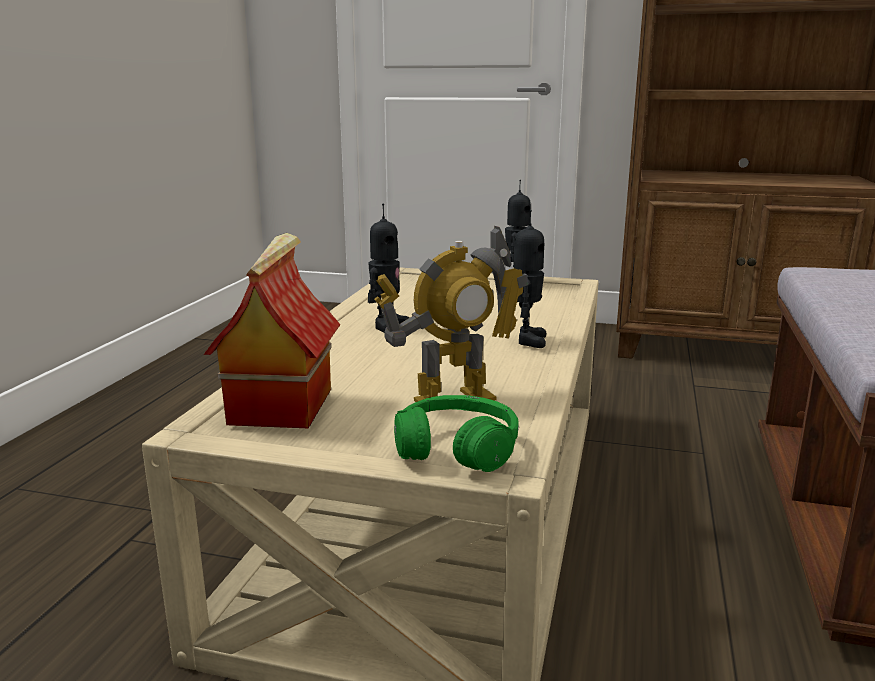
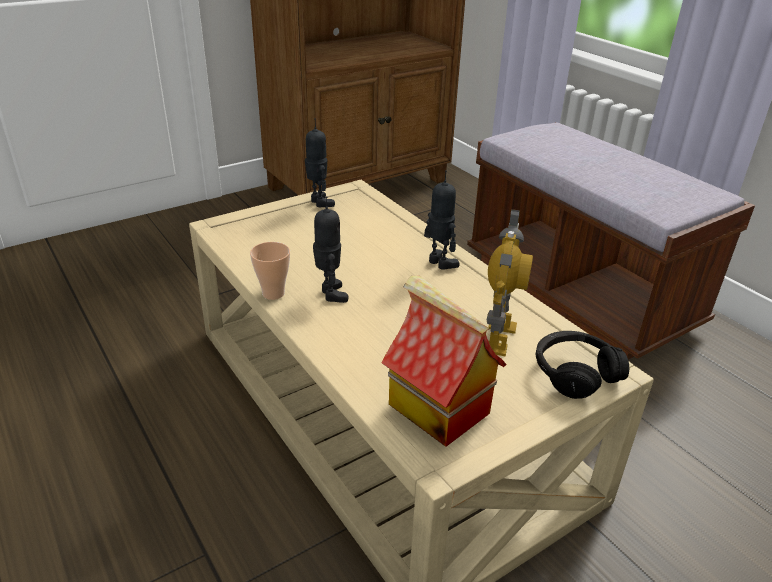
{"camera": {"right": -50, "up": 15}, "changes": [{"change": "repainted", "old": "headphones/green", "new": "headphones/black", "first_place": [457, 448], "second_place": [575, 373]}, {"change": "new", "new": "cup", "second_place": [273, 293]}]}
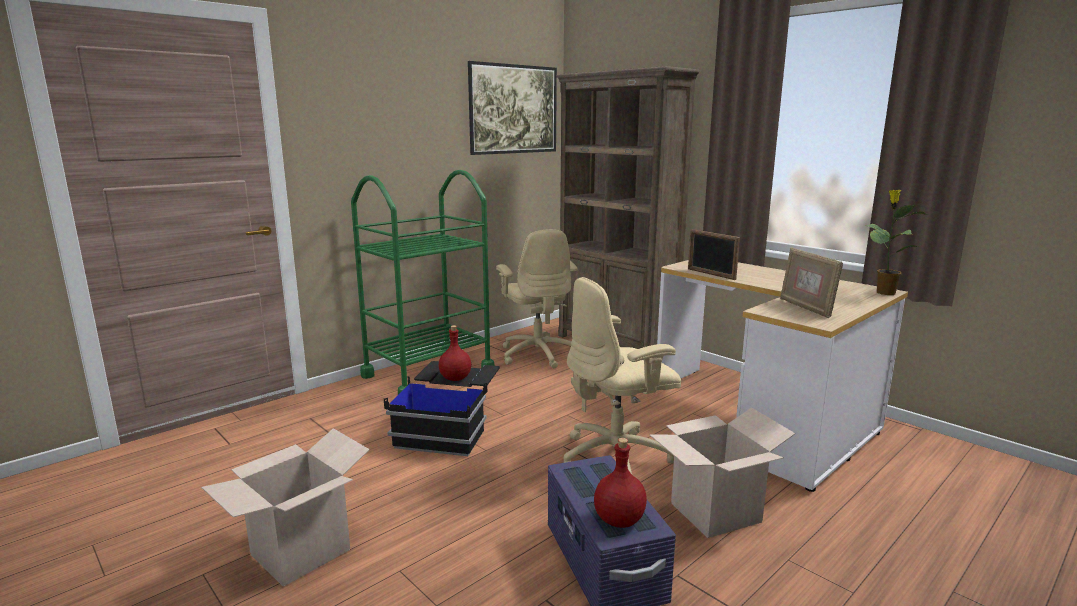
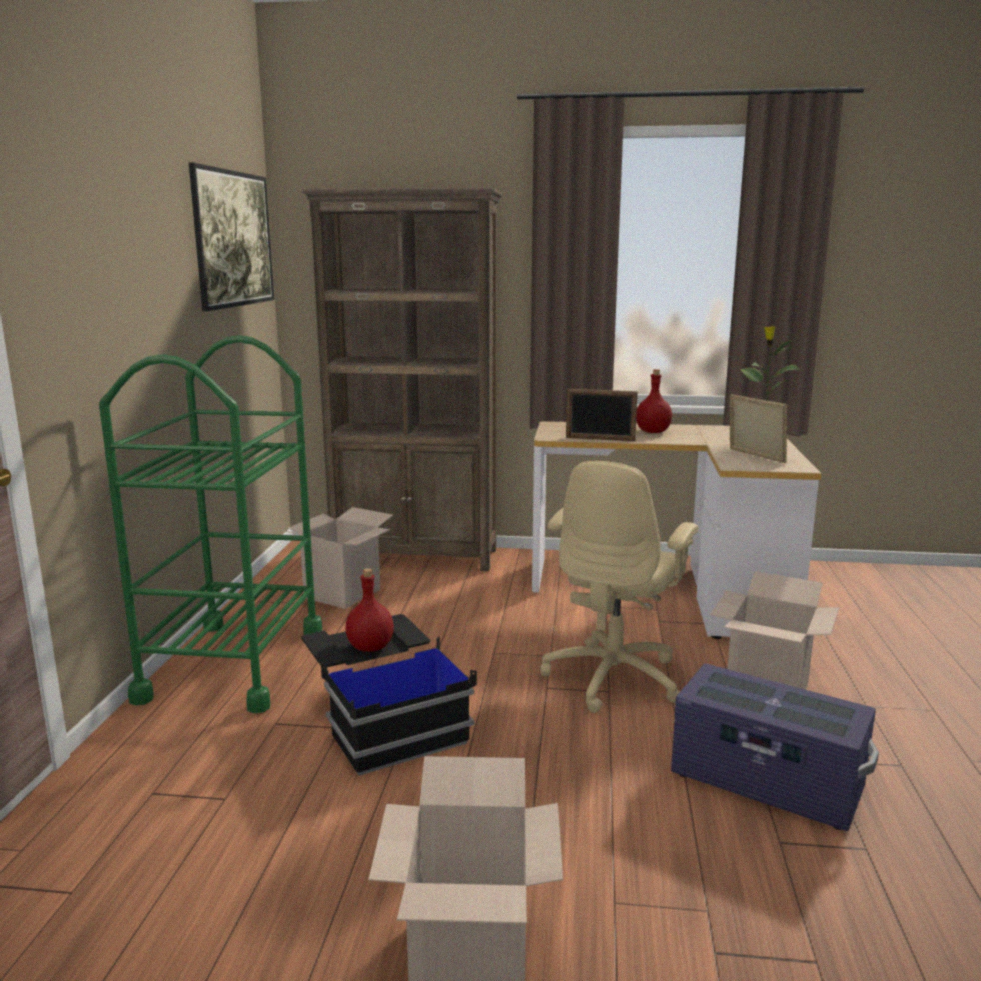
{"camera": {"right": -40, "up": 0}, "changes": [{"change": "swapped", "old": "office chair/beige", "new": "cardboard box", "first_place": [537, 354], "second_place": [342, 593]}, {"change": "rotated", "old": "picture frame", "first_place": [806, 308], "second_place": [755, 456], "degrees": -150}, {"change": "shifted", "old": "bottle/red", "first_place": [620, 521], "second_place": [653, 432]}]}
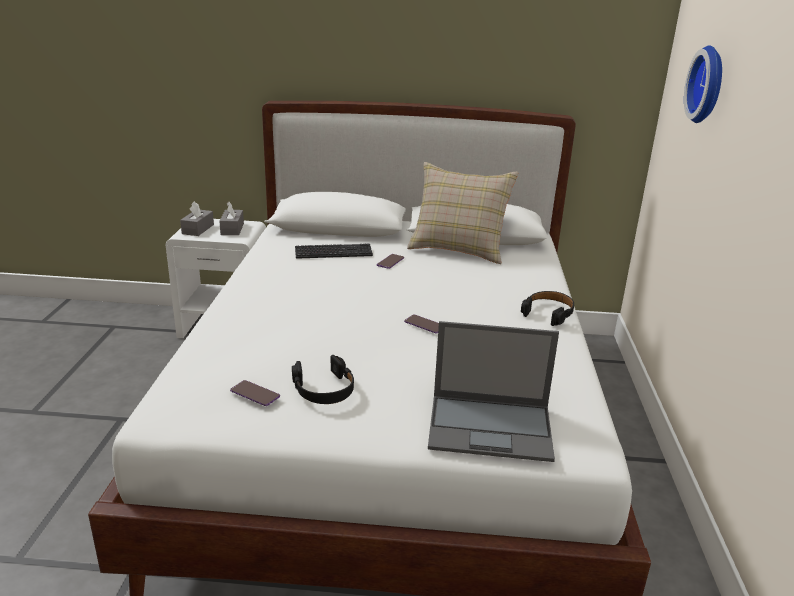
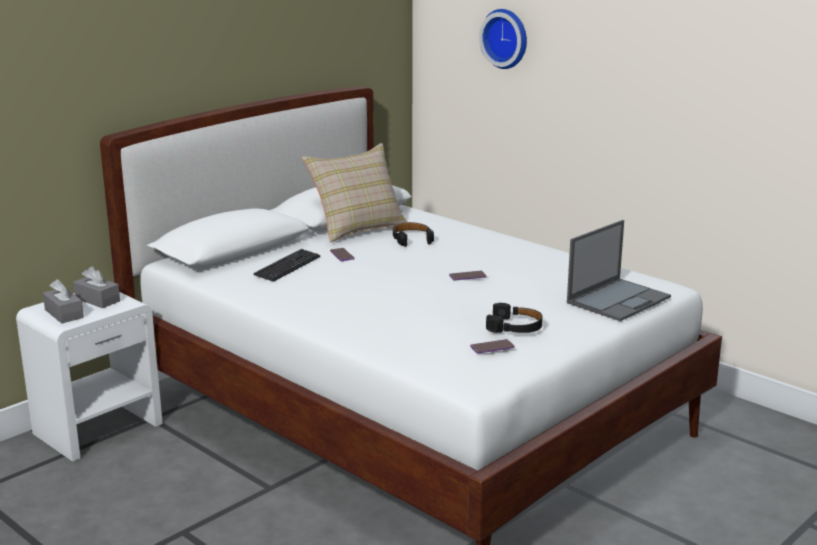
{"camera": {"right": -50, "up": -5}, "changes": [{"change": "shifted", "old": "headphones/black", "first_place": [548, 313], "second_place": [412, 239]}]}
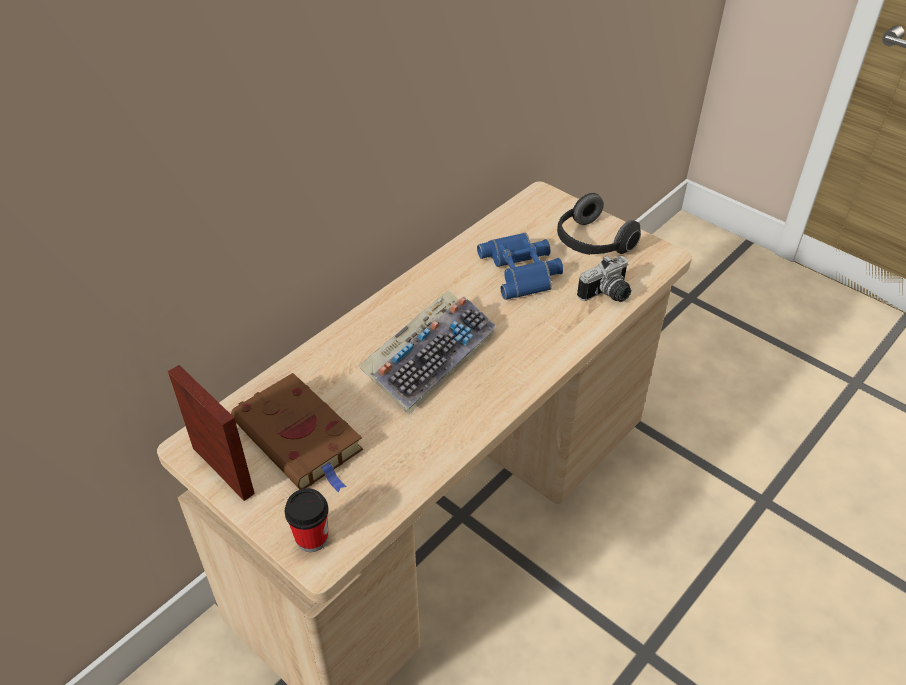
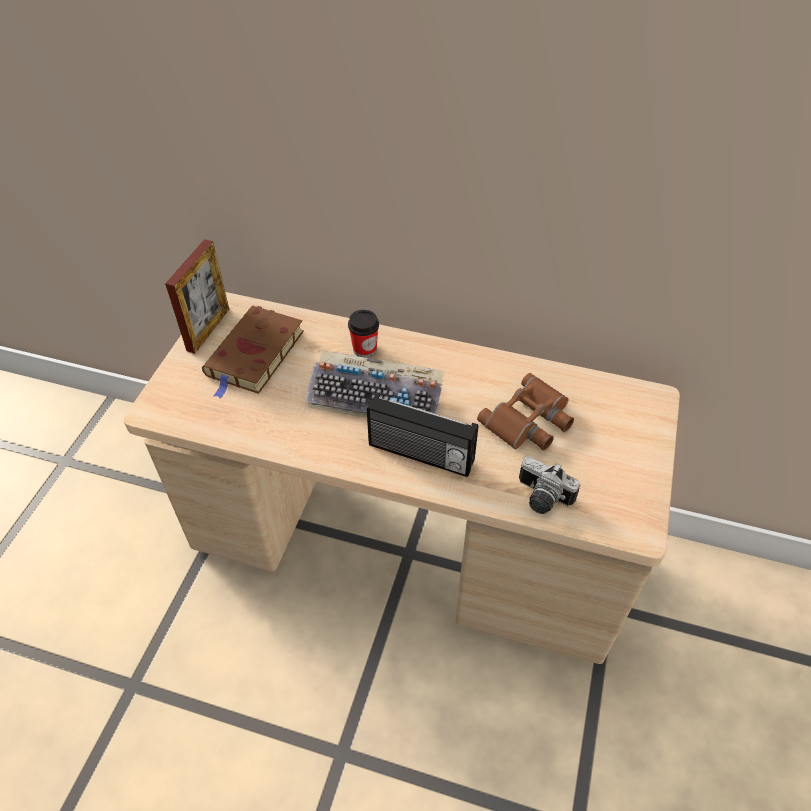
{"camera": {"right": 65, "up": 5}, "changes": [{"change": "gone", "old": "headphones", "first_place": [591, 243]}, {"change": "repainted", "old": "binoculars/blue", "new": "binoculars/brown", "first_place": [522, 270], "second_place": [529, 421]}, {"change": "shifted", "old": "cup", "first_place": [312, 538], "second_place": [365, 349]}, {"change": "new", "new": "radio", "second_place": [420, 455]}]}
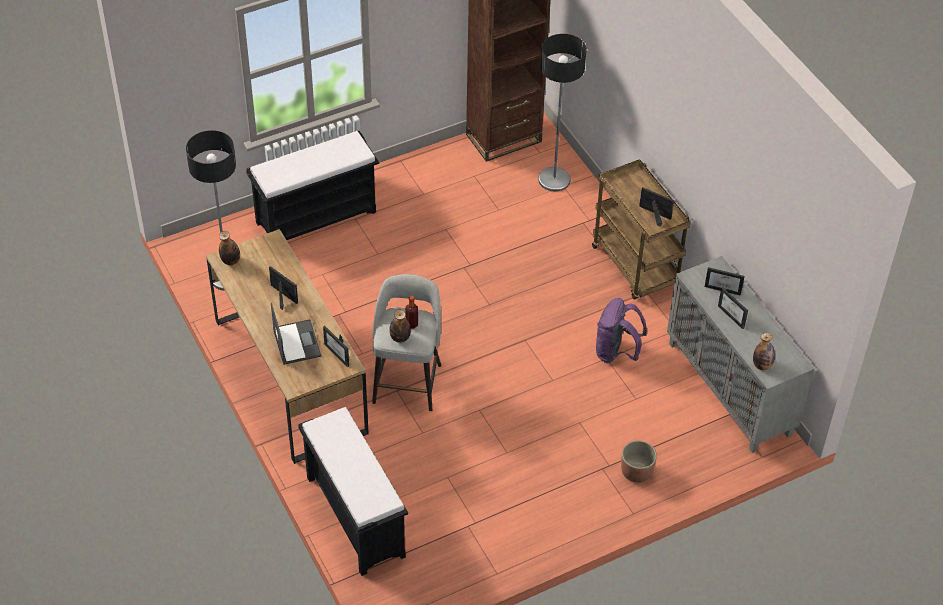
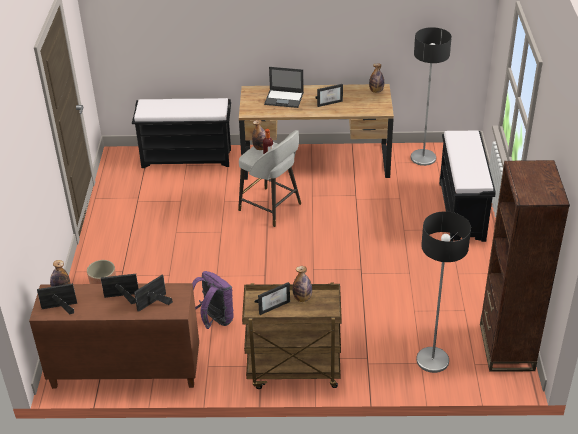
{"camera": {"right": 120, "up": -10}, "changes": [{"change": "repainted", "old": "cabinet/grey", "new": "cabinet/brown", "first_place": [730, 389], "second_place": [124, 372]}, {"change": "shifted", "old": "picture frame", "first_place": [340, 354], "second_place": [58, 308]}, {"change": "new", "new": "bottle", "second_place": [302, 298]}]}
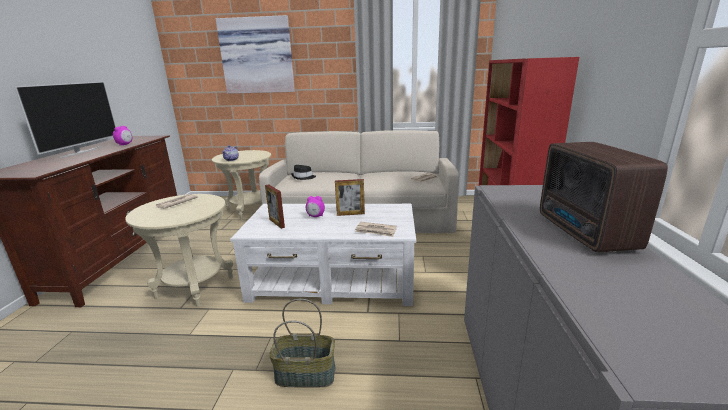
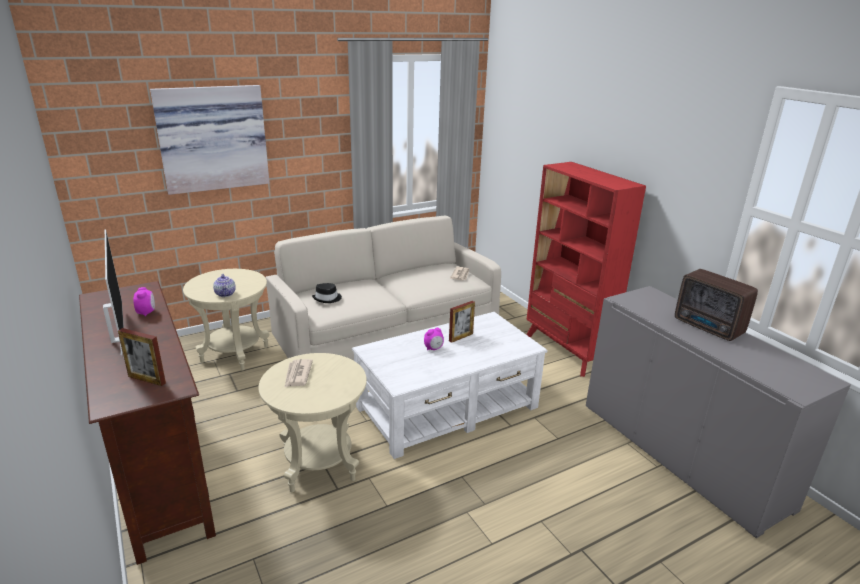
{"camera": {"right": -35, "up": 5}, "changes": [{"change": "shifted", "old": "picture frame", "first_place": [276, 223], "second_place": [147, 379]}, {"change": "gone", "old": "newspaper", "first_place": [376, 231]}, {"change": "gone", "old": "basket", "first_place": [306, 374]}]}
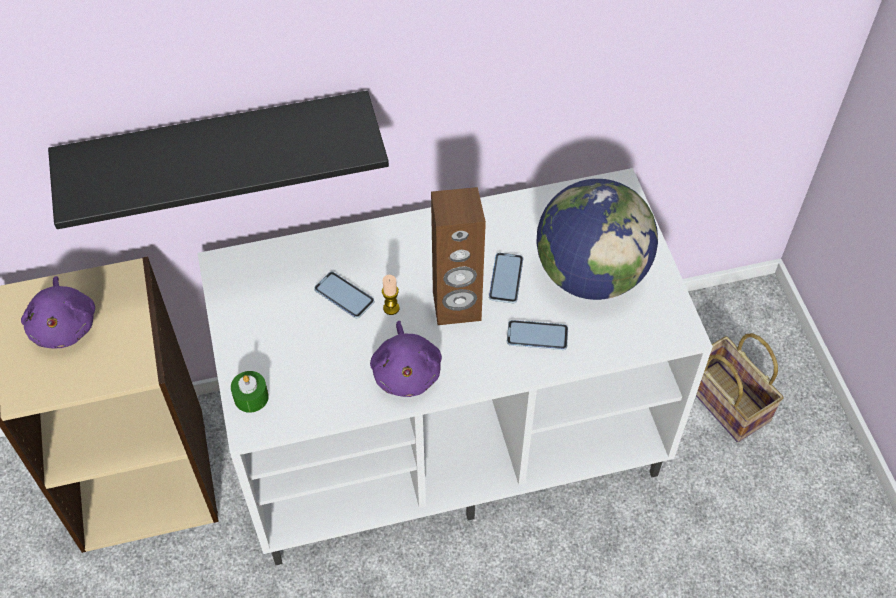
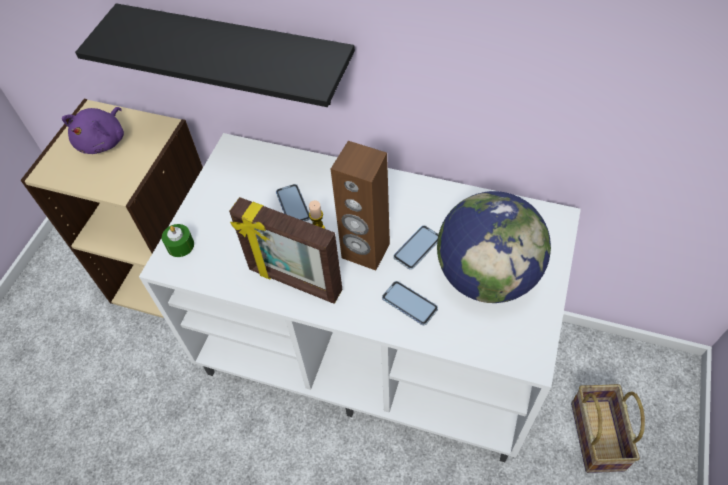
{"camera": {"right": 35, "up": 0}, "changes": [{"change": "swapped", "old": "plush toy/purple", "new": "picture frame", "first_place": [407, 372], "second_place": [294, 281]}]}
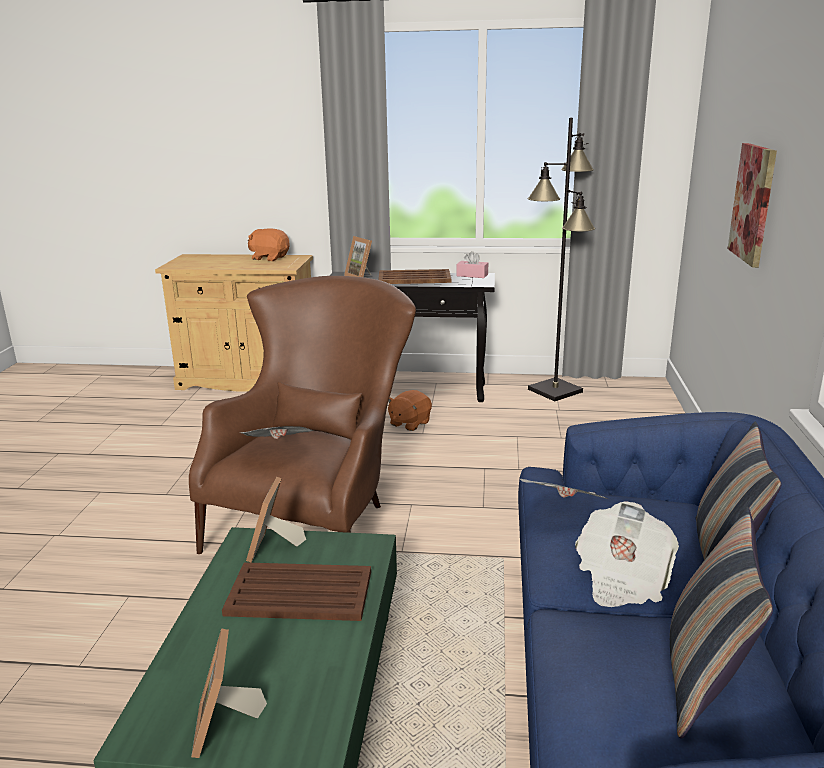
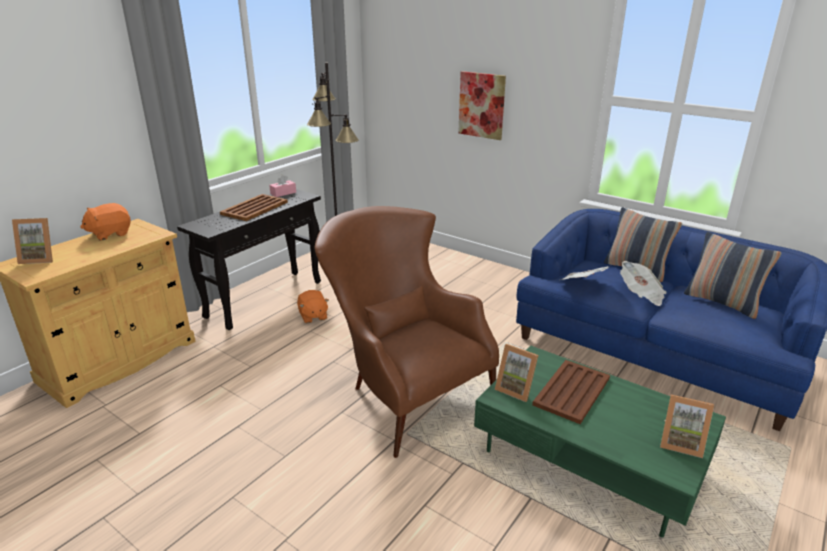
{"camera": {"right": -60, "up": 5}, "changes": [{"change": "shifted", "old": "picture frame", "first_place": [361, 277], "second_place": [40, 258]}, {"change": "gone", "old": "newspaper", "first_place": [279, 450]}]}
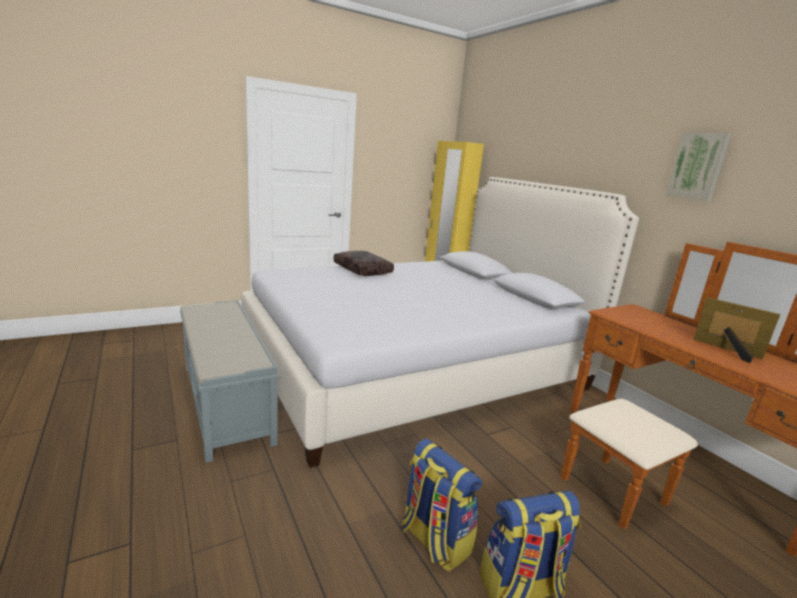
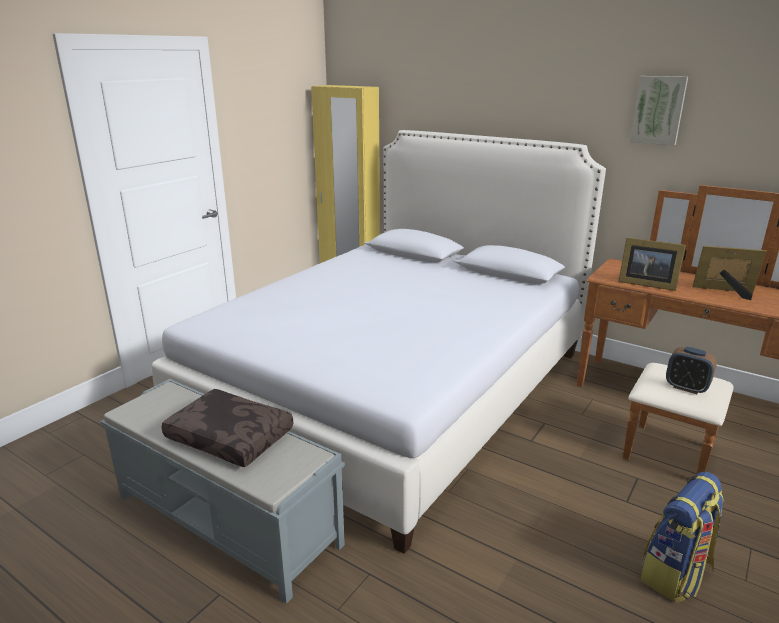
{"camera": {"right": -25, "up": 5}, "changes": [{"change": "shifted", "old": "pillow/brown", "first_place": [363, 270], "second_place": [232, 437]}, {"change": "gone", "old": "backpack", "first_place": [434, 540]}, {"change": "new", "new": "picture frame", "second_place": [645, 283]}, {"change": "new", "new": "alarm clock", "second_place": [686, 388]}]}
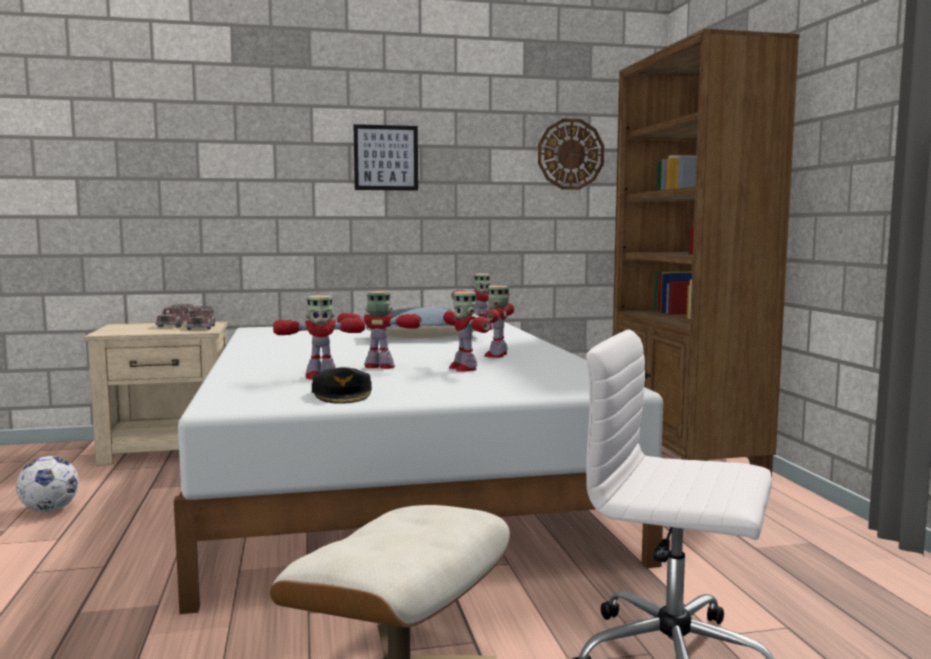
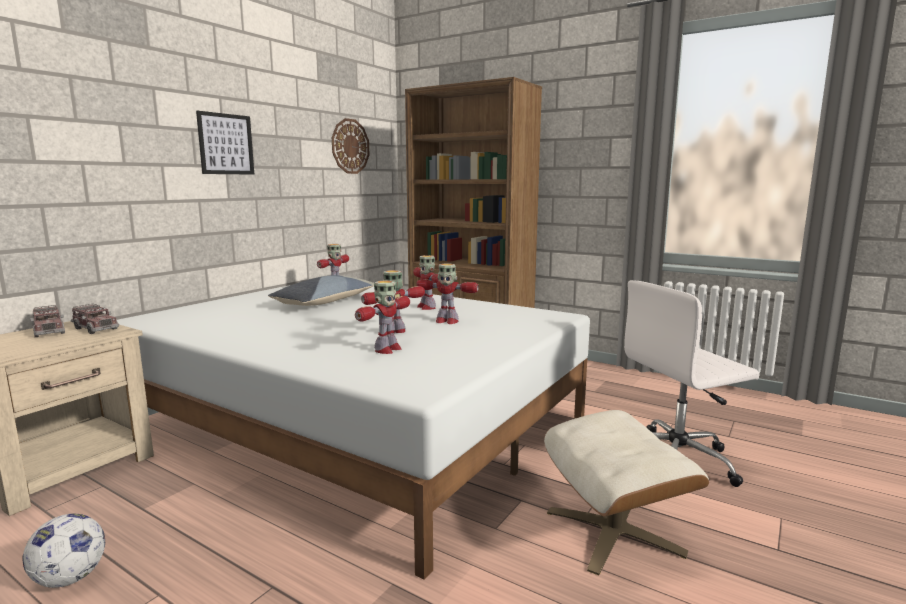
{"camera": {"right": -45, "up": 5}, "changes": [{"change": "gone", "old": "cap/black", "first_place": [343, 394]}]}
